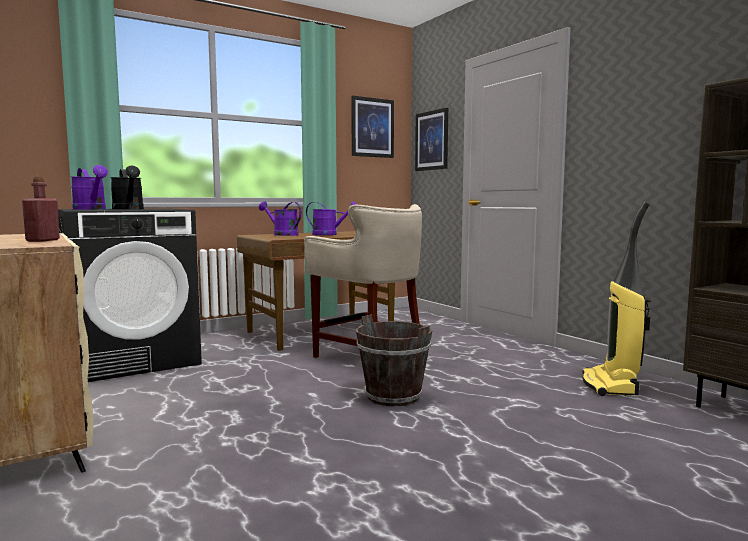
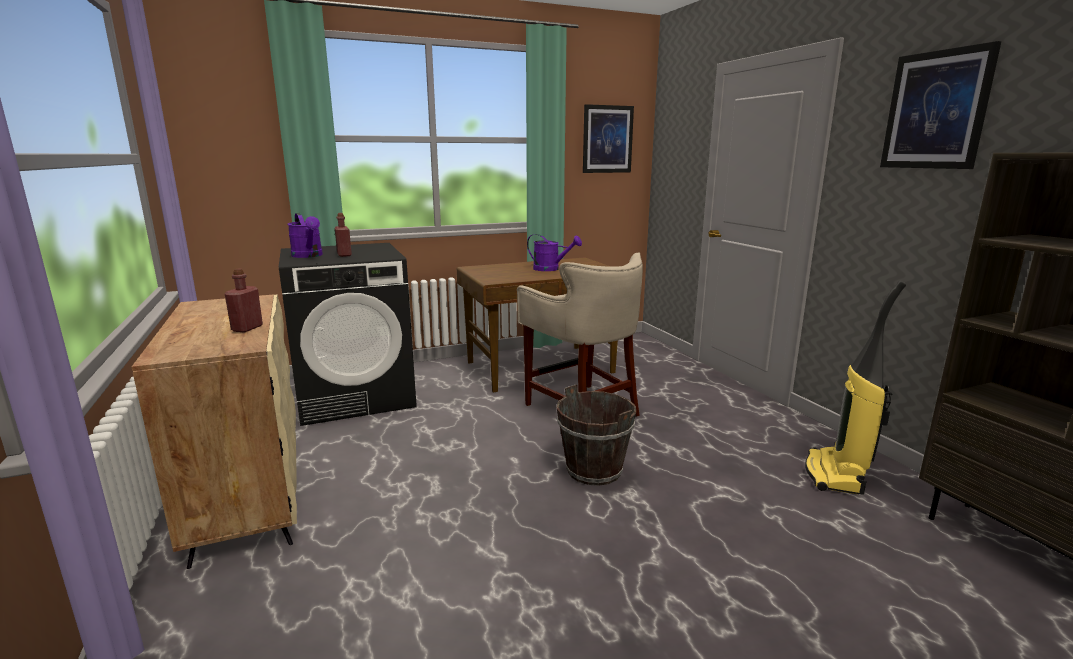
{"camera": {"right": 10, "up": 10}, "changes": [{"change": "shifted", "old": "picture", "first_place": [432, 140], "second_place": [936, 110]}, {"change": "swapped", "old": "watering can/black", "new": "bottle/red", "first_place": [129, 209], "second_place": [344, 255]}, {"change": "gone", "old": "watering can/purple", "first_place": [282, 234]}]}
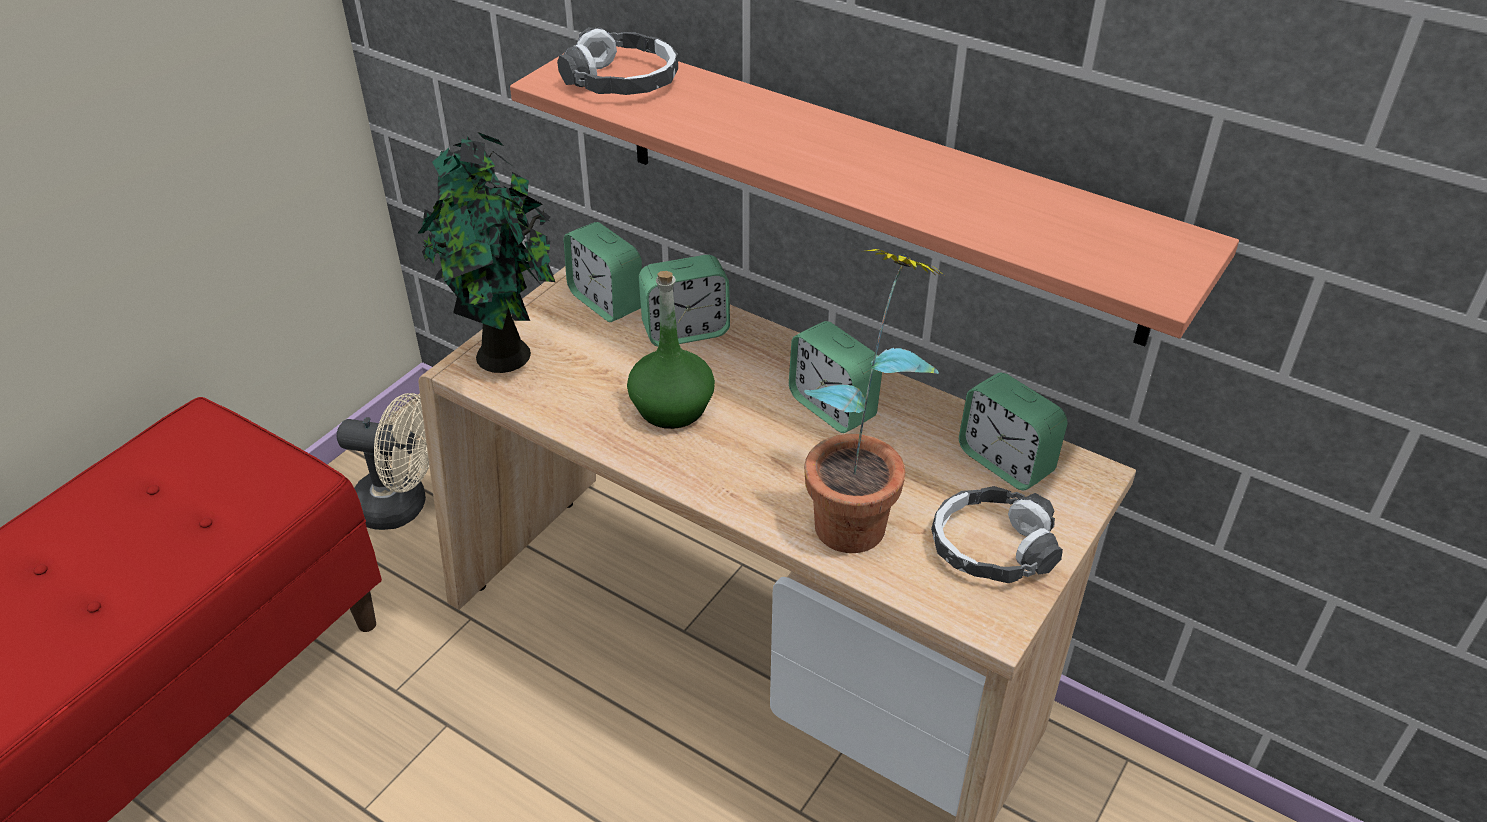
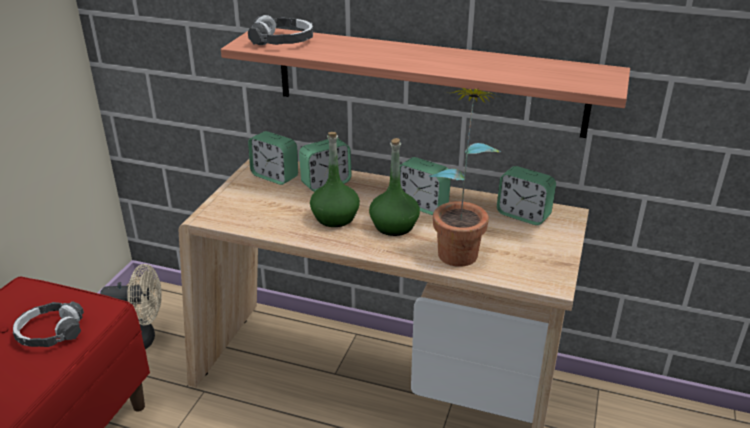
{"camera": {"right": -15, "up": -10}, "changes": [{"change": "gone", "old": "potted plant", "first_place": [506, 358]}, {"change": "shifted", "old": "headphones", "first_place": [992, 547], "second_place": [50, 332]}, {"change": "new", "new": "bottle/green", "second_place": [394, 226]}]}
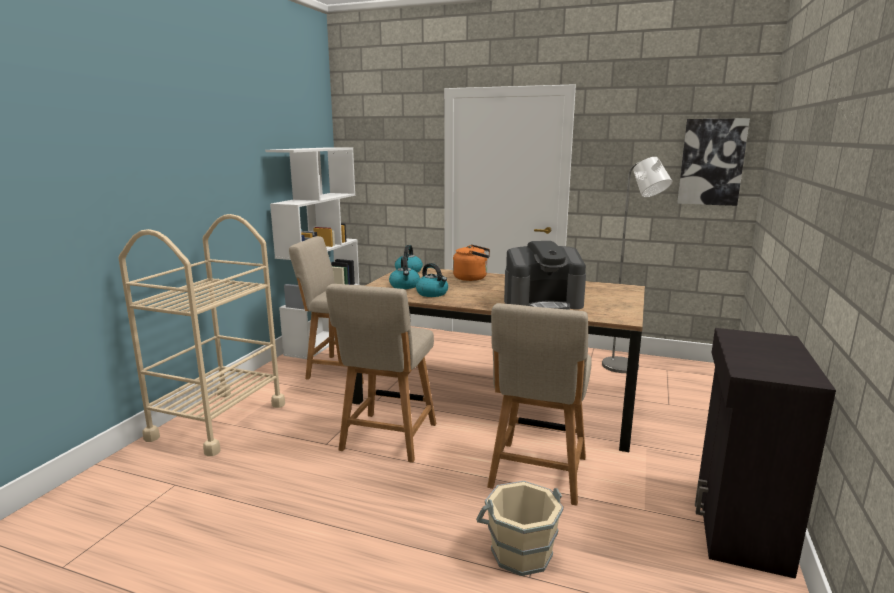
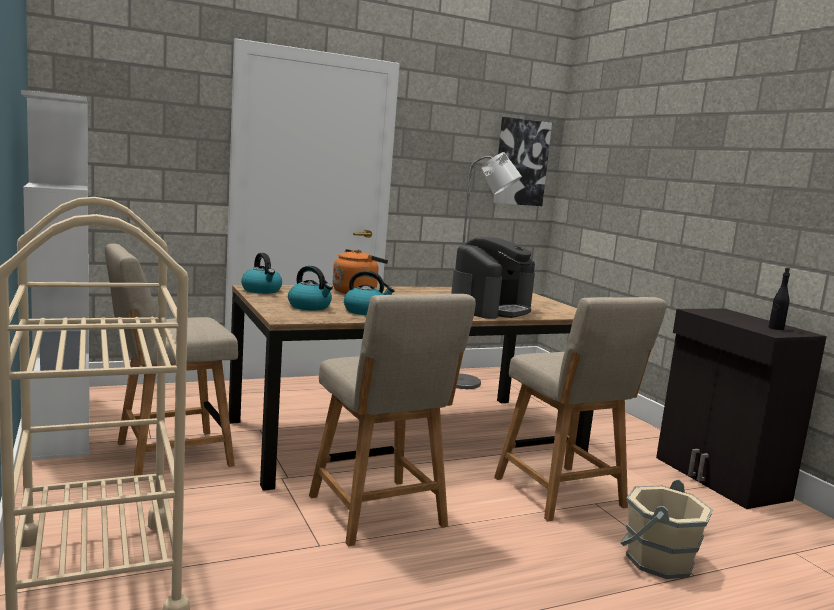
{"camera": {"right": -45, "up": -5}, "changes": [{"change": "new", "new": "bottle/black", "second_place": [776, 328]}]}
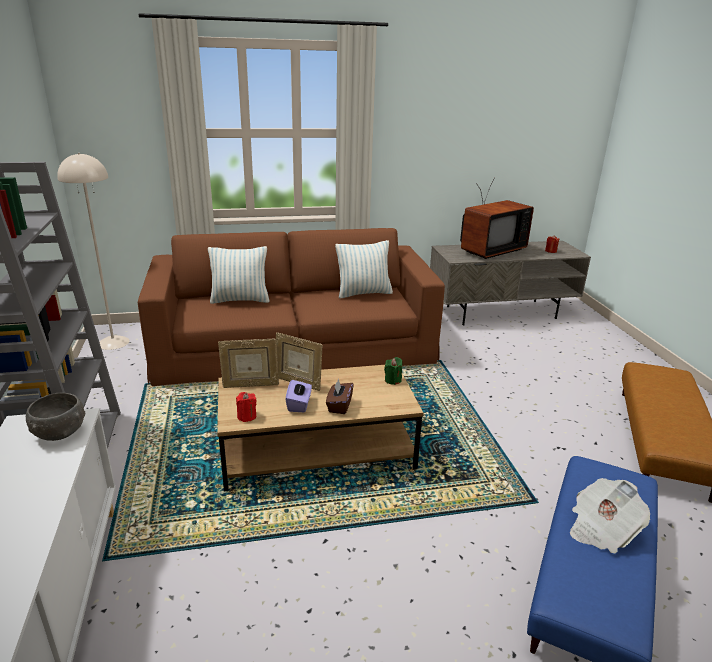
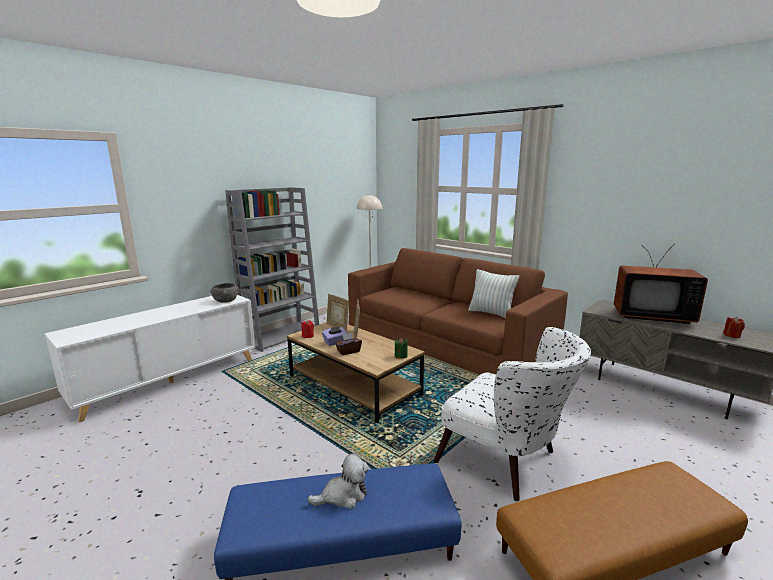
{"camera": {"right": 55, "up": -10}, "changes": [{"change": "gone", "old": "pillow", "first_place": [240, 300]}, {"change": "swapped", "old": "newspaper", "new": "plush toy", "first_place": [602, 529], "second_place": [343, 495]}, {"change": "new", "new": "armchair/white", "second_place": [507, 462]}]}
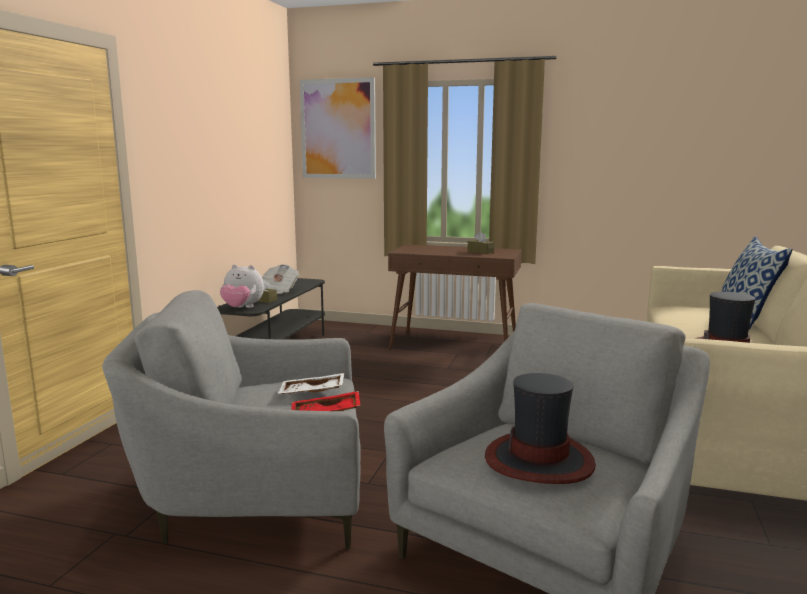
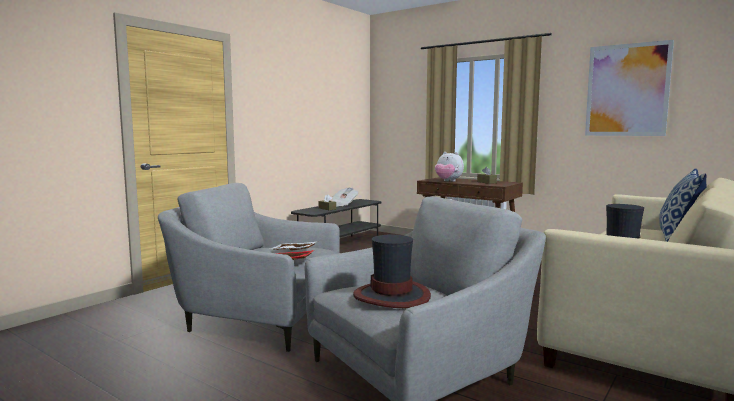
{"camera": {"right": 20, "up": -5}, "changes": [{"change": "shifted", "old": "picture", "first_place": [338, 129], "second_place": [627, 90]}, {"change": "shifted", "old": "plush toy", "first_place": [242, 308], "second_place": [448, 181]}]}
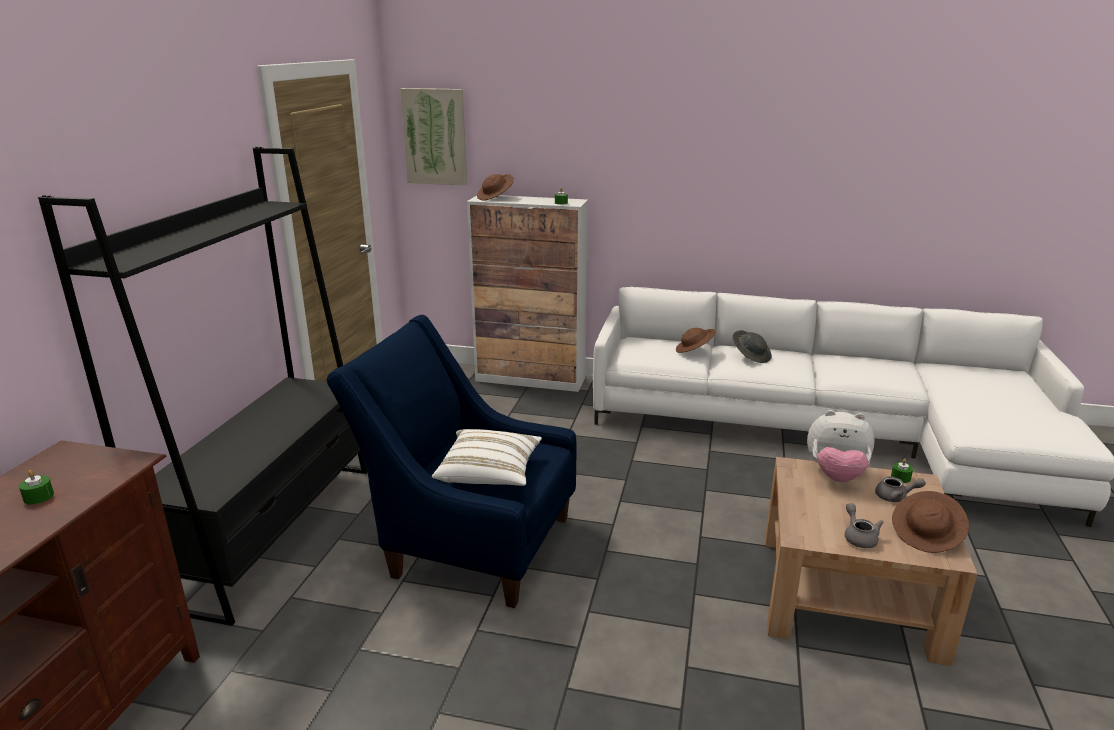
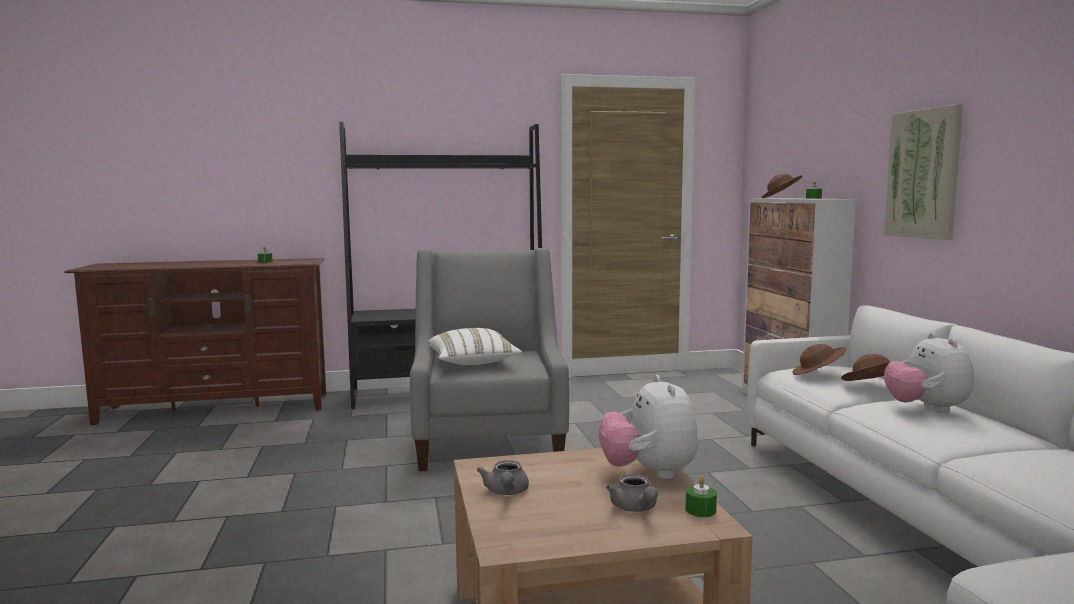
{"camera": {"right": 65, "up": -15}, "changes": [{"change": "shifted", "old": "picture", "first_place": [435, 137], "second_place": [924, 174]}, {"change": "repainted", "old": "armchair/blue", "new": "armchair/grey", "first_place": [469, 543], "second_place": [489, 441]}, {"change": "swapped", "old": "hat/grey", "new": "plush toy", "first_place": [751, 356], "second_place": [926, 409]}, {"change": "shifted", "old": "hat/brown", "first_place": [927, 535], "second_place": [818, 375]}, {"change": "rotated", "old": "teapot/grey", "first_place": [859, 537], "second_place": [506, 492], "degrees": 120}]}
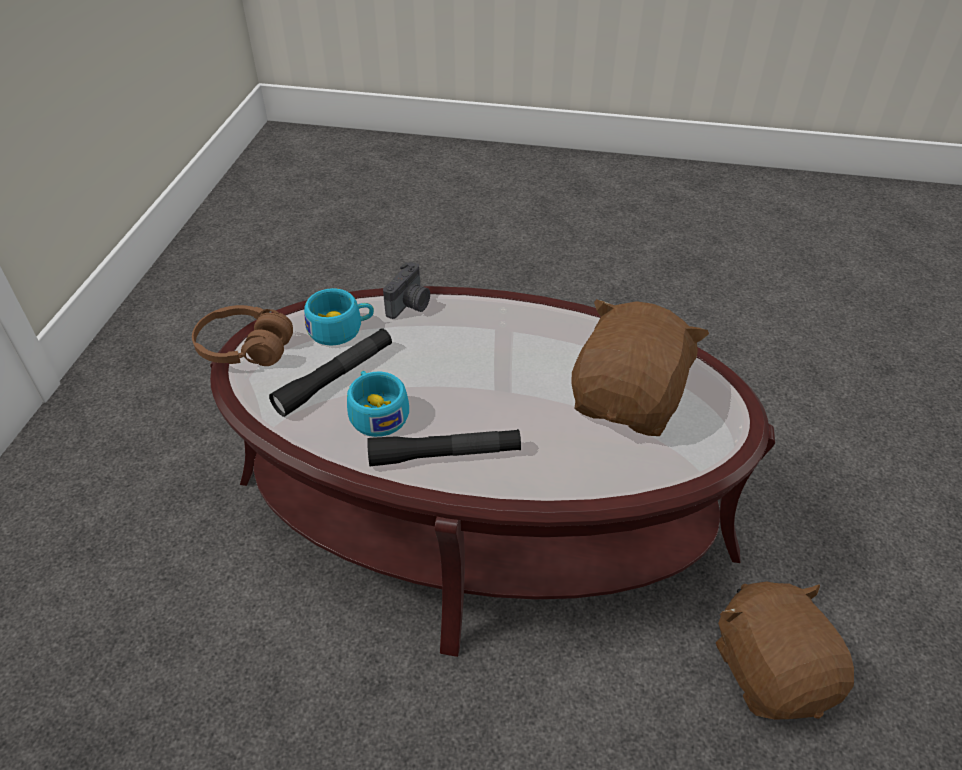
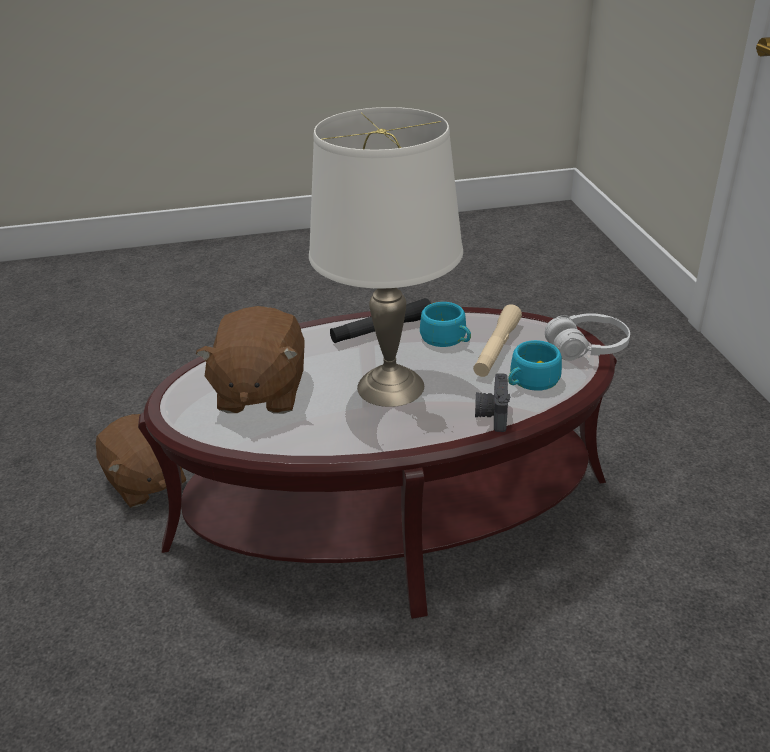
{"camera": {"right": 160, "up": -10}, "changes": [{"change": "repainted", "old": "headphones/brown", "new": "headphones/white", "first_place": [245, 349], "second_place": [586, 348]}, {"change": "repainted", "old": "flashlight/black", "new": "flashlight/beige", "first_place": [335, 378], "second_place": [497, 348]}, {"change": "new", "new": "table lamp/white", "second_place": [389, 386]}]}
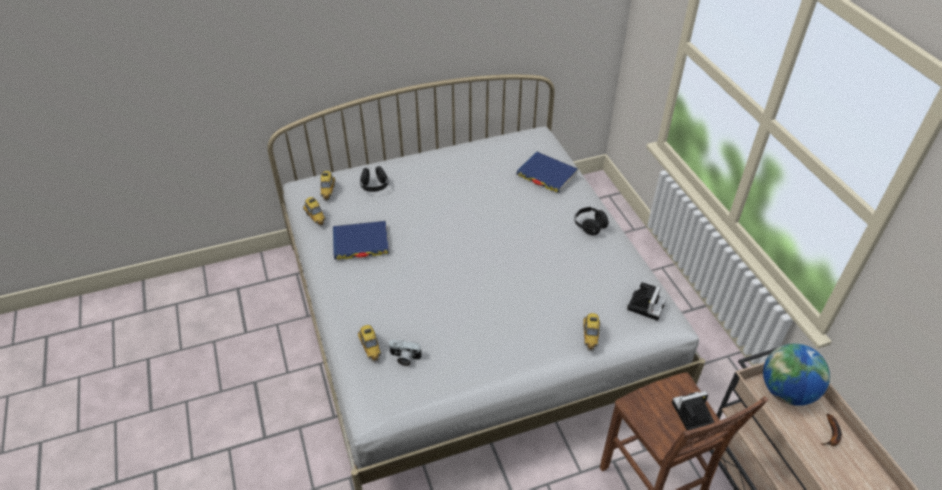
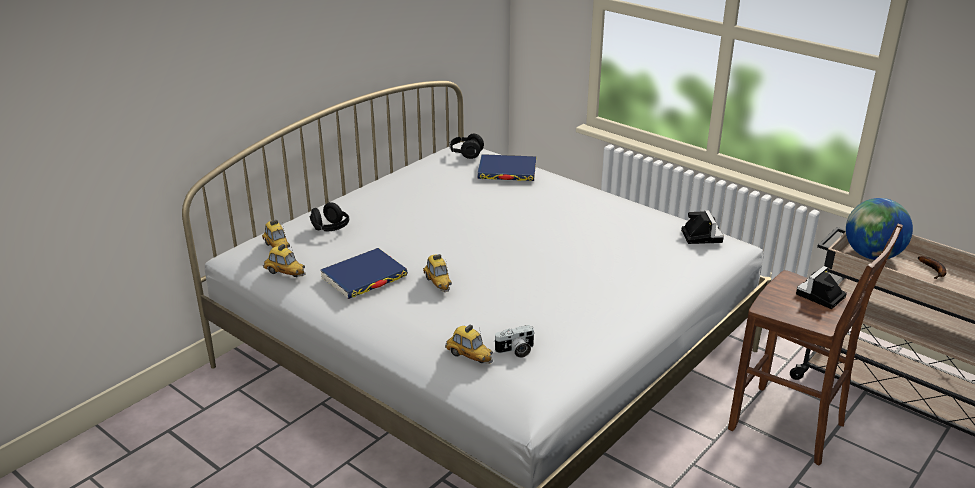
{"camera": {"right": -30, "up": -15}, "changes": [{"change": "shifted", "old": "headphones/black", "first_place": [589, 226], "second_place": [465, 154]}, {"change": "shifted", "old": "toy car", "first_place": [590, 336], "second_place": [438, 283]}]}
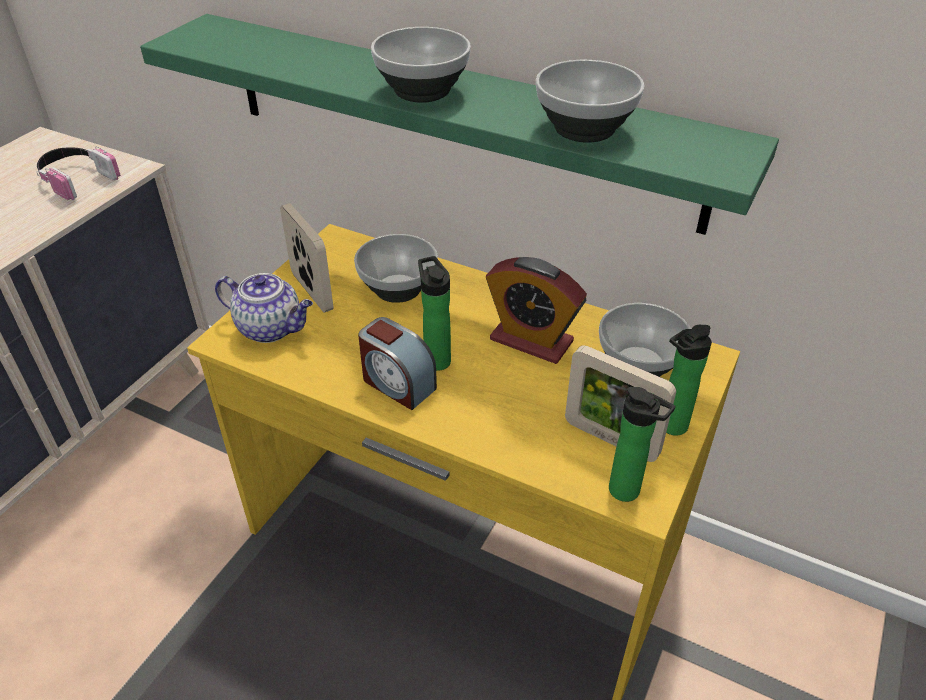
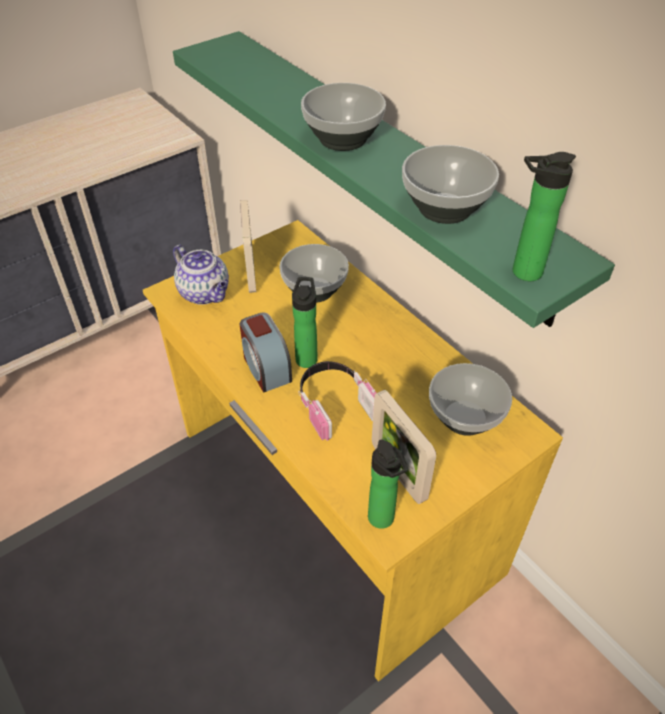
{"camera": {"right": 25, "up": 5}, "changes": [{"change": "shifted", "old": "headphones", "first_place": [76, 179], "second_place": [334, 404]}, {"change": "gone", "old": "alarm clock", "first_place": [531, 340]}, {"change": "shifted", "old": "bottle", "first_place": [669, 427], "second_place": [522, 272]}]}
